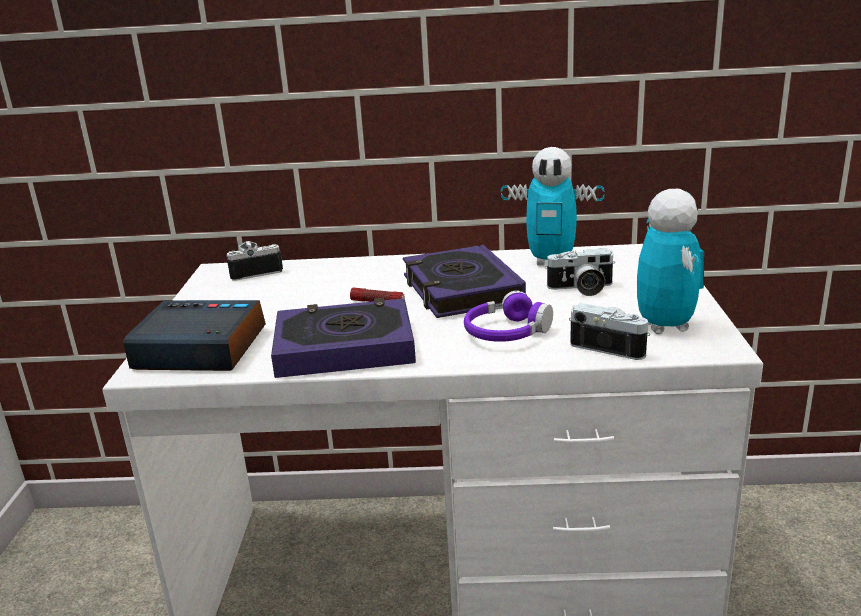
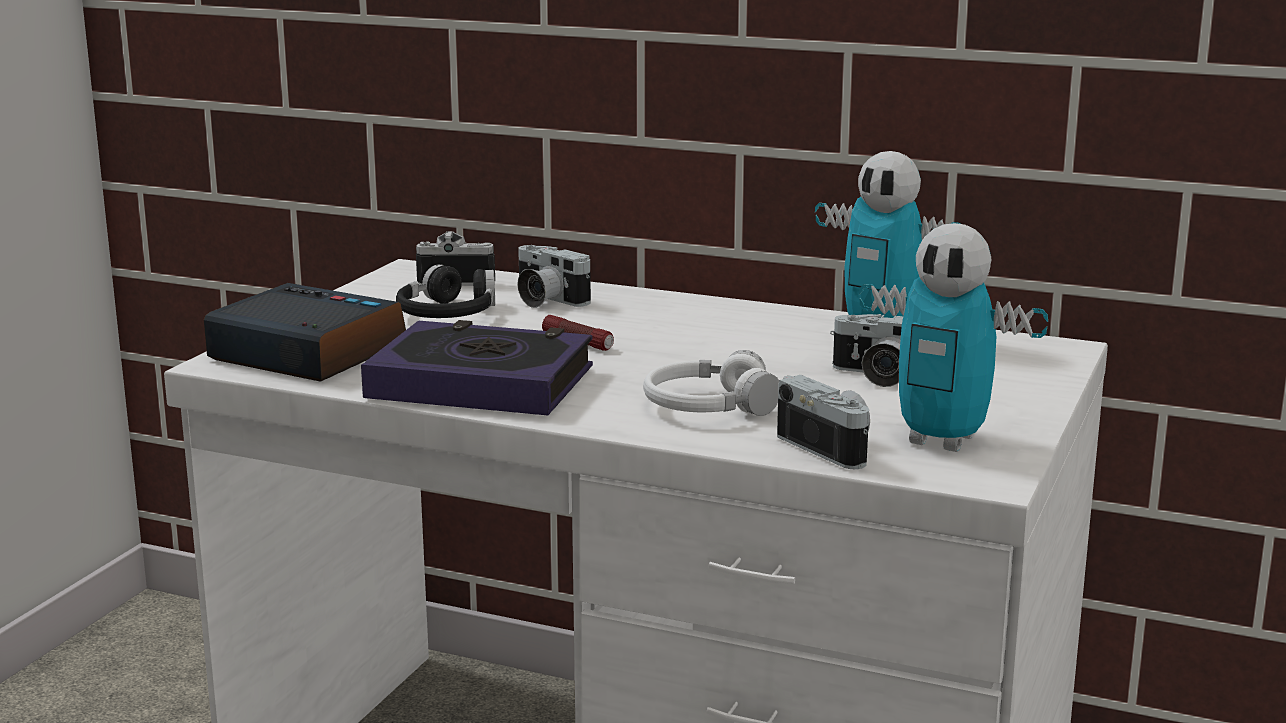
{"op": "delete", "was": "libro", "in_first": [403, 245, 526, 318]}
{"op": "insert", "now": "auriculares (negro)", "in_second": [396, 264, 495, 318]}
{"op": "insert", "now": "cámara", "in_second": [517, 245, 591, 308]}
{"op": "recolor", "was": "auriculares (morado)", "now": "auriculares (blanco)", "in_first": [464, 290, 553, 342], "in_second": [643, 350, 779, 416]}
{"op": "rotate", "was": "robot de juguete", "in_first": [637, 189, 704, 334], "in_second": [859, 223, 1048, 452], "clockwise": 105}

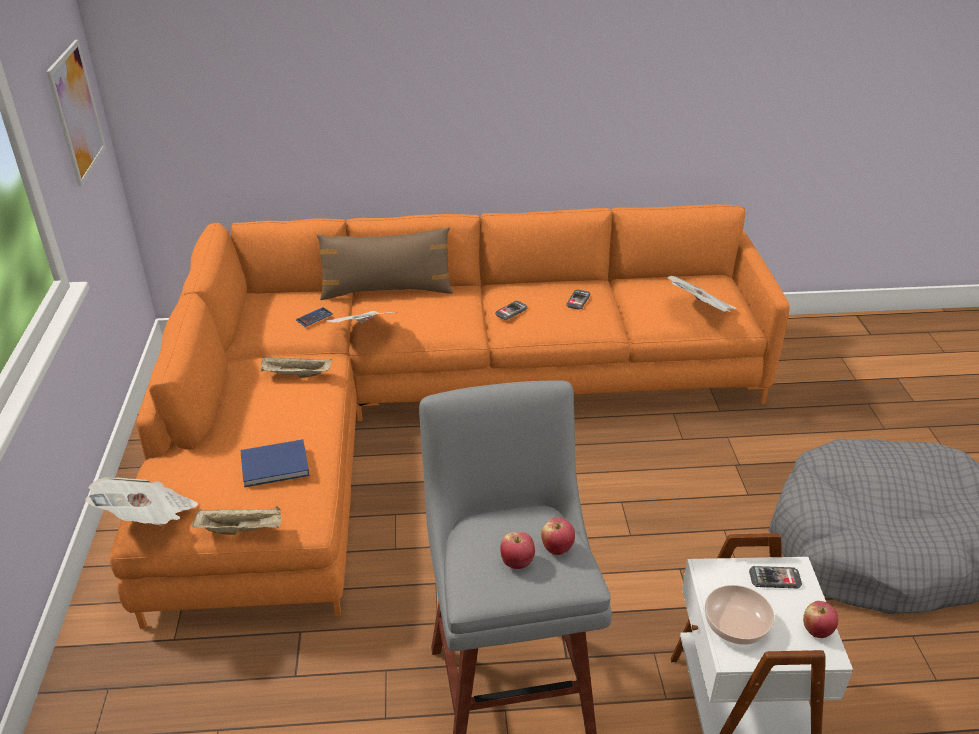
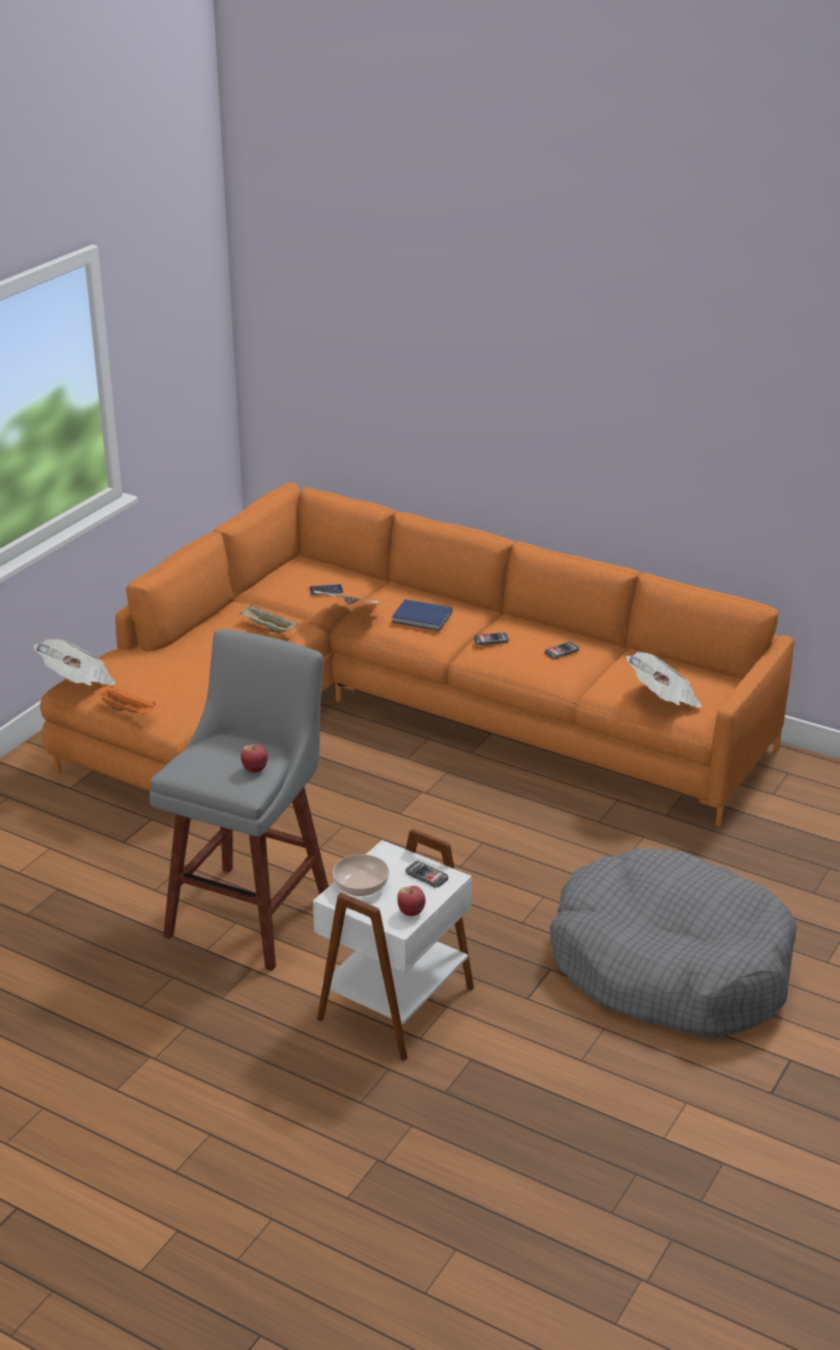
{"op": "delete", "was": "cuadro", "in_first": [46, 40, 106, 186]}
{"op": "delete", "was": "cojín (marrón)", "in_first": [317, 227, 453, 300]}
{"op": "delete", "was": "manzana", "in_first": [500, 532, 535, 569]}
{"op": "move", "was": "libro (azul)", "in_first": [240, 439, 310, 487], "in_second": [392, 599, 452, 631]}
{"op": "recolor", "was": "bandeja (beis)", "now": "bandeja (naranja)", "in_first": [192, 506, 281, 535], "in_second": [93, 685, 156, 714]}

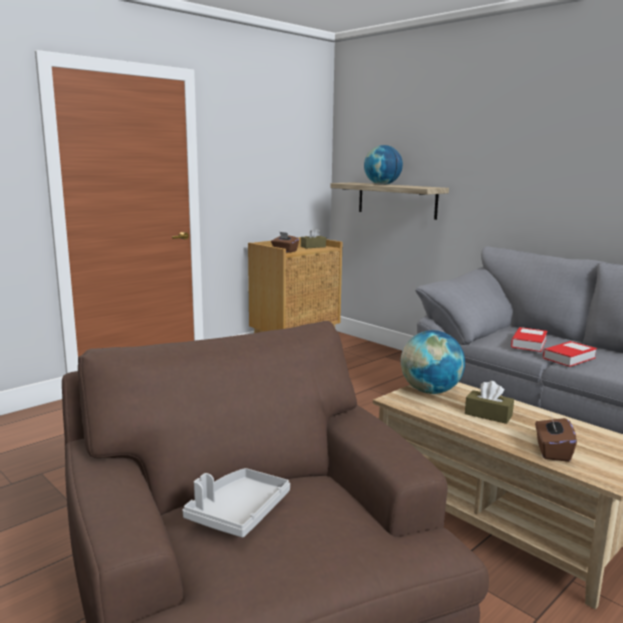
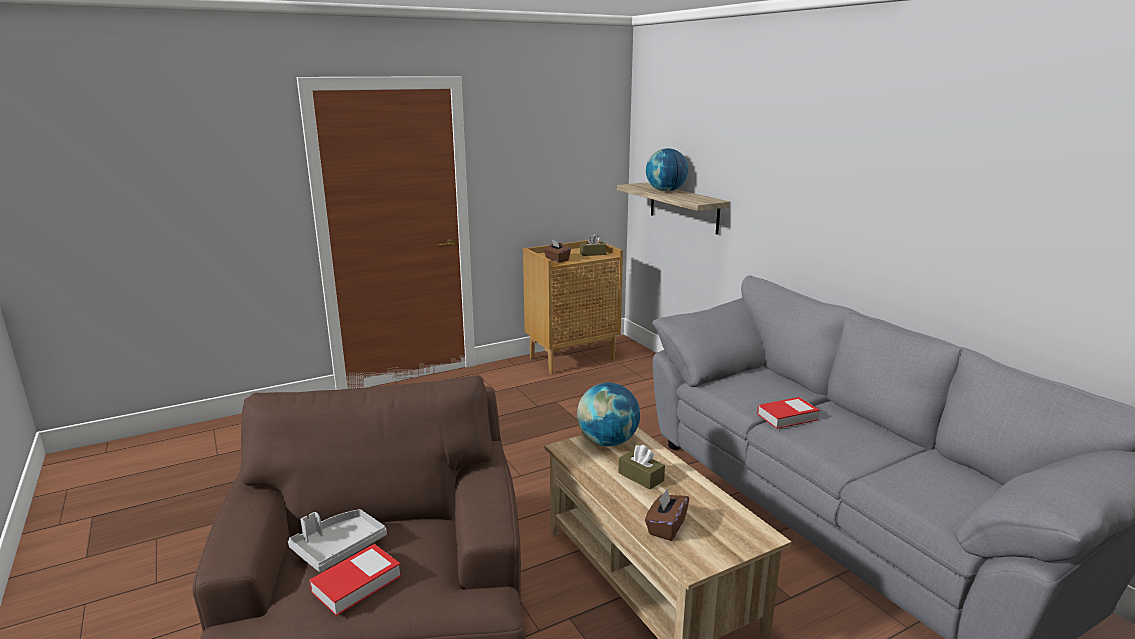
{"op": "move", "was": "libro", "in_first": [511, 327, 548, 352], "in_second": [309, 544, 401, 616]}

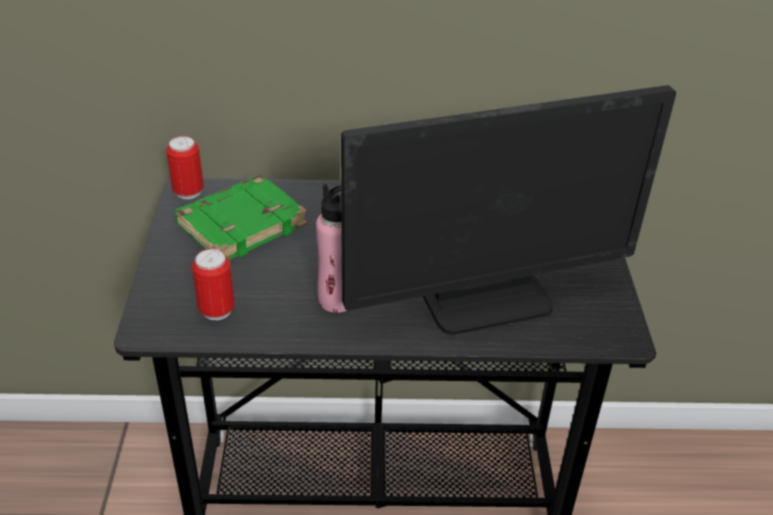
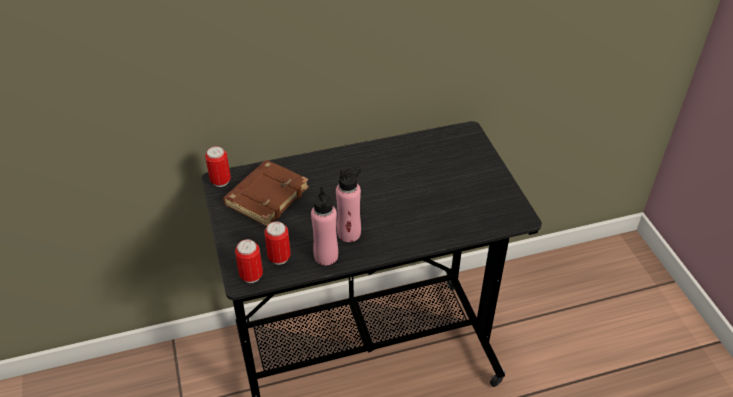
{"op": "delete", "was": "monitor", "in_first": [341, 85, 676, 335]}
{"op": "insert", "now": "lata", "in_second": [235, 239, 263, 283]}
{"op": "insert", "now": "botella (rosa)", "in_second": [311, 186, 338, 265]}
{"op": "recolor", "was": "libro (verde)", "now": "libro (marrón)", "in_first": [174, 175, 307, 260], "in_second": [223, 160, 309, 227]}

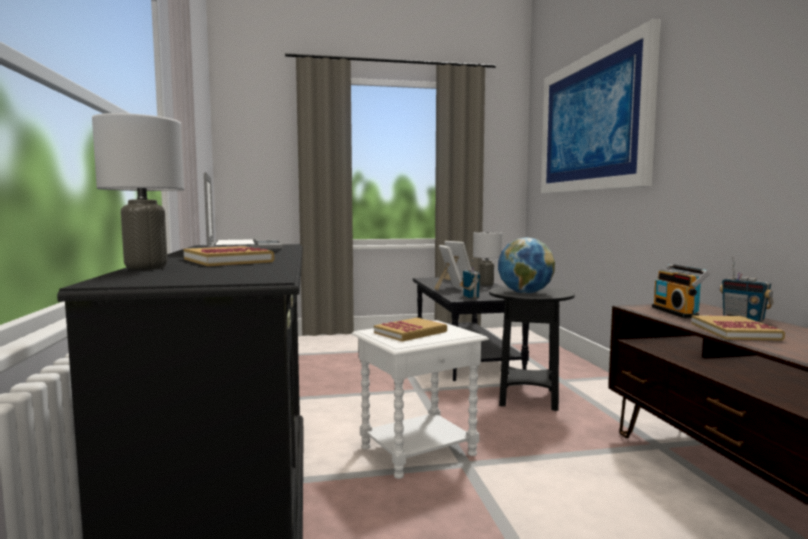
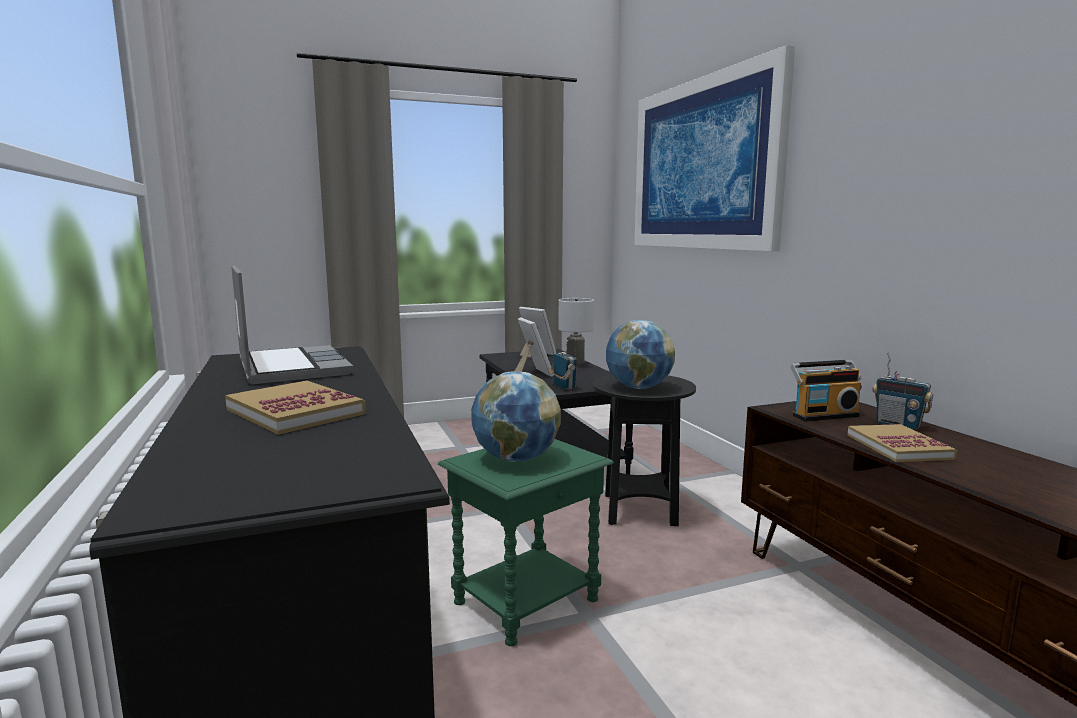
{"op": "delete", "was": "lámpara de mesa (blanco)", "in_first": [92, 113, 184, 270]}
{"op": "replace", "was": "libro", "now": "globo terráqueo", "in_first": [374, 318, 447, 342], "in_second": [471, 371, 561, 462]}
{"op": "recolor", "was": "mesa auxiliar (blanco)", "now": "mesa auxiliar (verde)", "in_first": [351, 320, 489, 479], "in_second": [438, 439, 614, 646]}
{"op": "rotate", "was": "radio", "in_first": [652, 264, 710, 318], "in_second": [790, 360, 862, 422], "clockwise": -90}

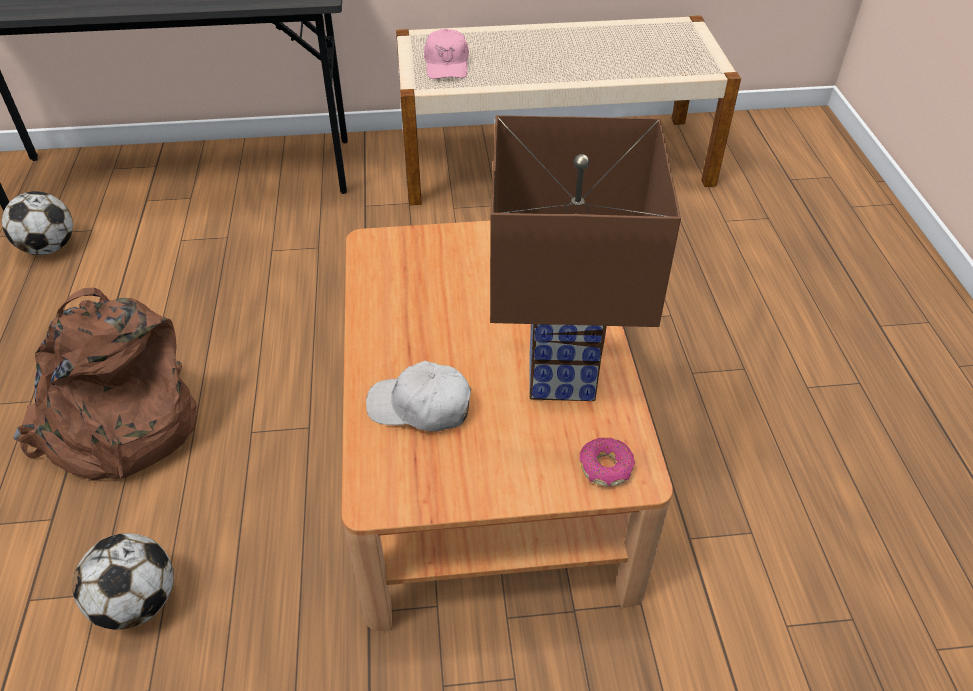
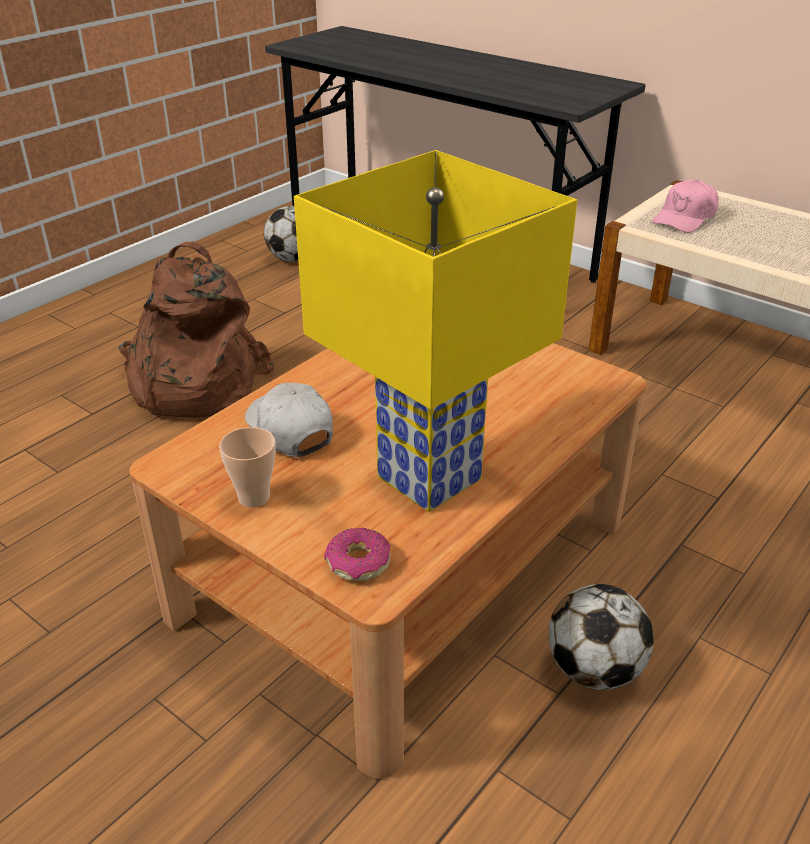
{"op": "insert", "now": "taza", "in_second": [219, 427, 276, 508]}
{"op": "move", "was": "balón de fútbol", "in_first": [72, 533, 174, 630], "in_second": [548, 584, 654, 690]}
{"op": "recolor", "was": "lámpara de mesa (marrón)", "now": "lámpara de mesa (amarillo)", "in_first": [490, 115, 681, 401], "in_second": [294, 150, 577, 512]}

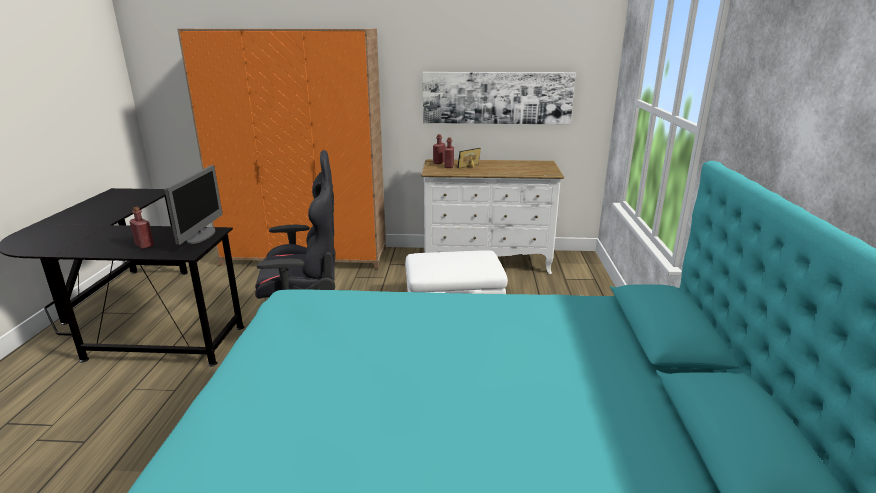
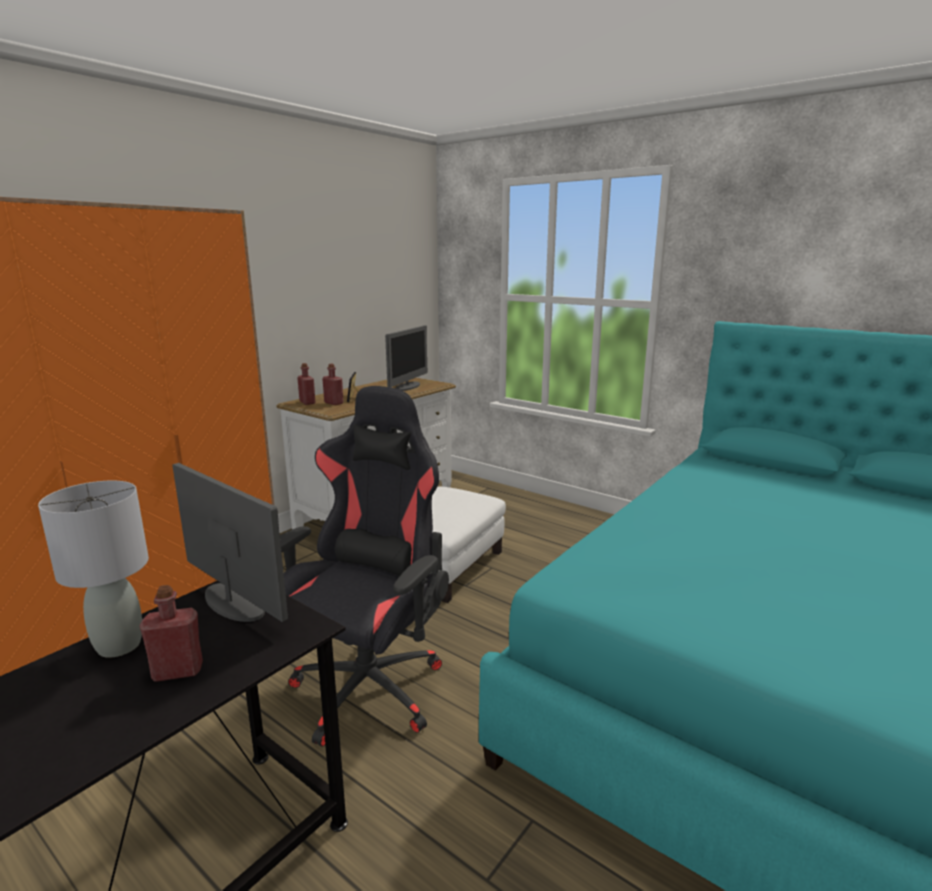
{"op": "delete", "was": "cuadro", "in_first": [423, 72, 575, 125]}
{"op": "insert", "now": "lámpara de mesa (gris)", "in_second": [38, 481, 149, 658]}
{"op": "insert", "now": "monitor", "in_second": [385, 326, 428, 391]}

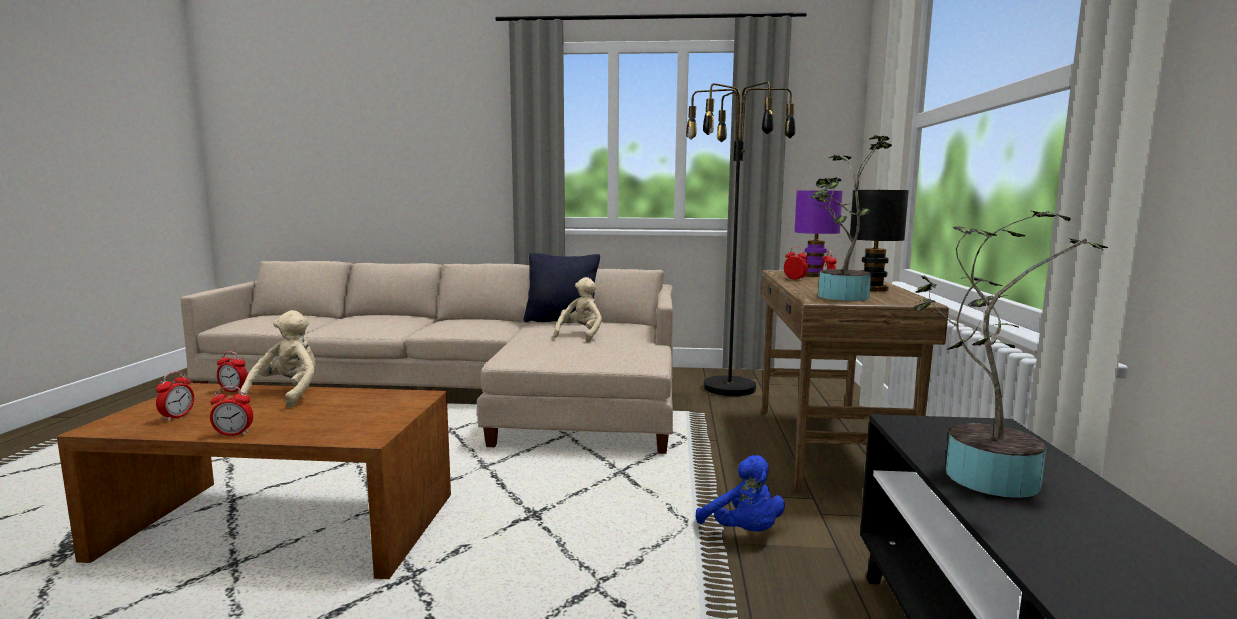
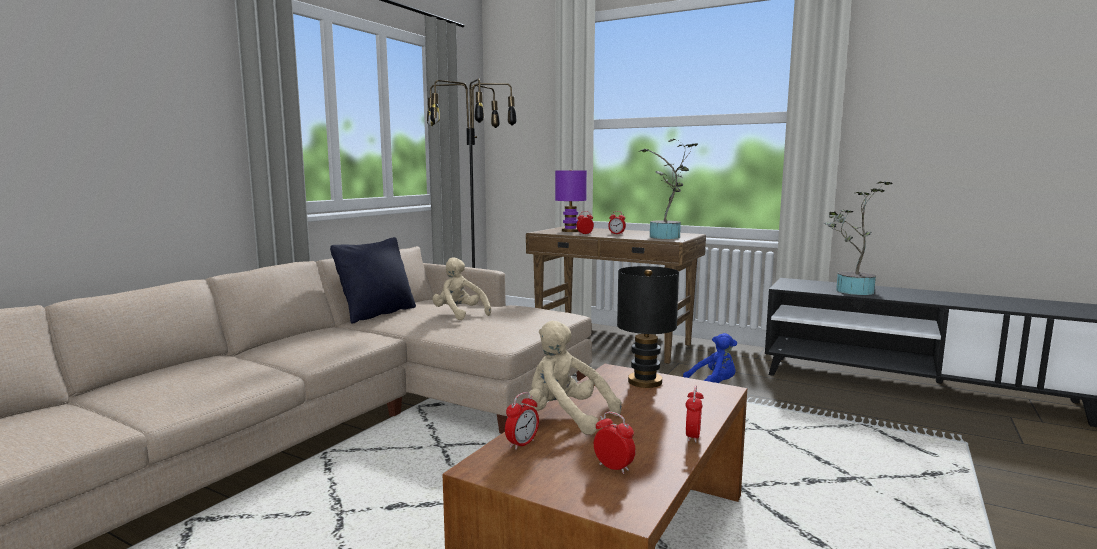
{"op": "move", "was": "lámpara de mesa (negro)", "in_first": [850, 189, 909, 292], "in_second": [617, 266, 679, 388]}

